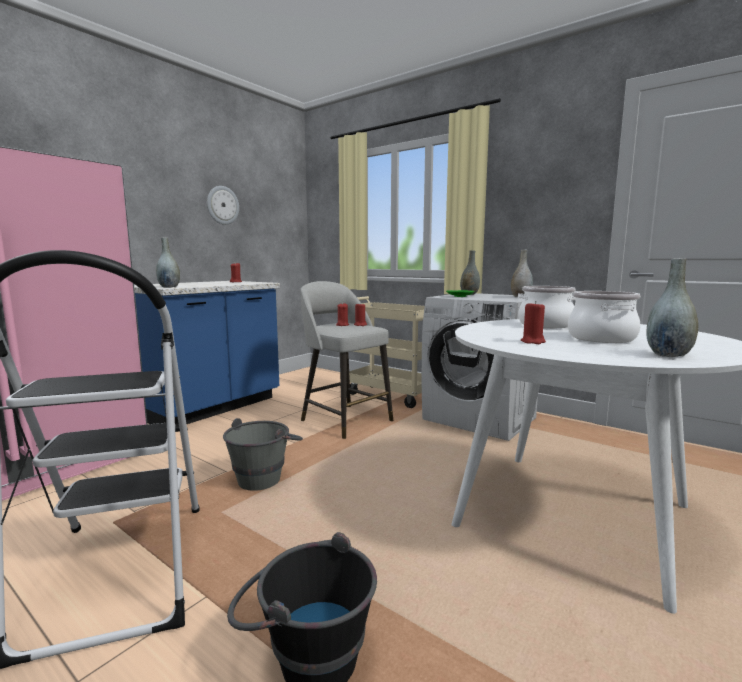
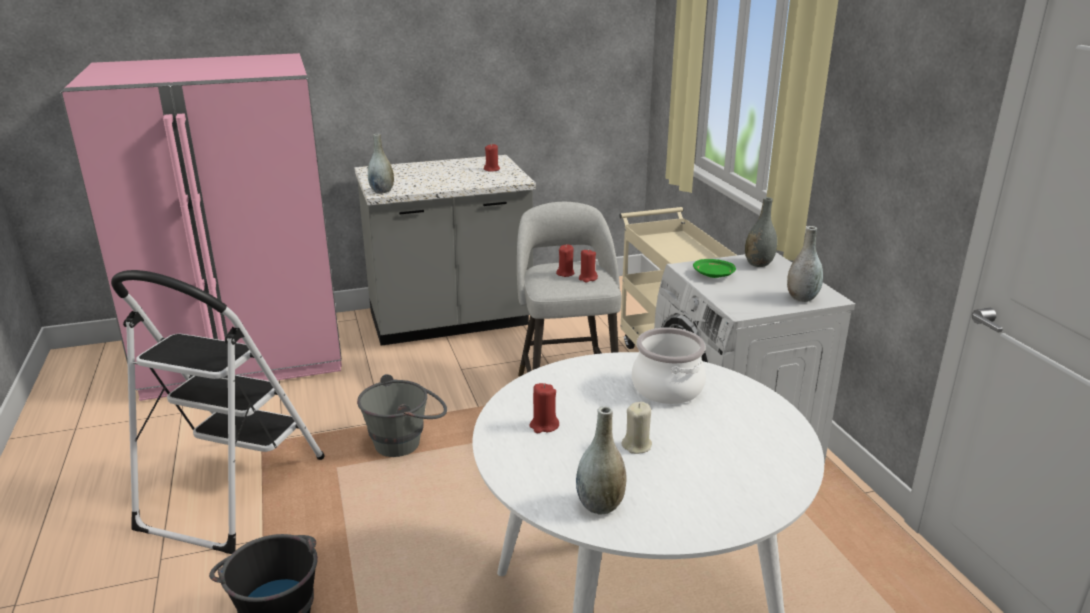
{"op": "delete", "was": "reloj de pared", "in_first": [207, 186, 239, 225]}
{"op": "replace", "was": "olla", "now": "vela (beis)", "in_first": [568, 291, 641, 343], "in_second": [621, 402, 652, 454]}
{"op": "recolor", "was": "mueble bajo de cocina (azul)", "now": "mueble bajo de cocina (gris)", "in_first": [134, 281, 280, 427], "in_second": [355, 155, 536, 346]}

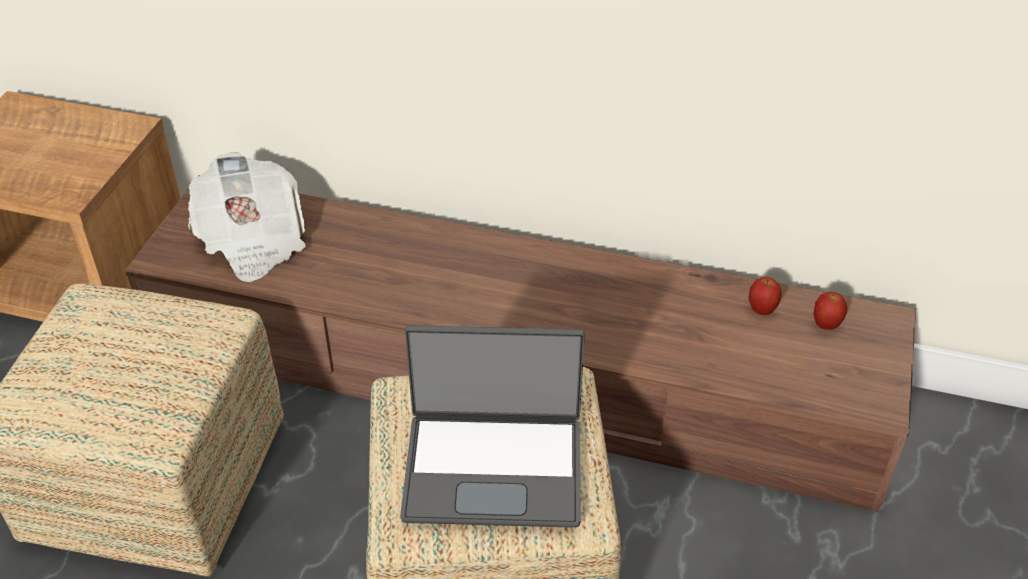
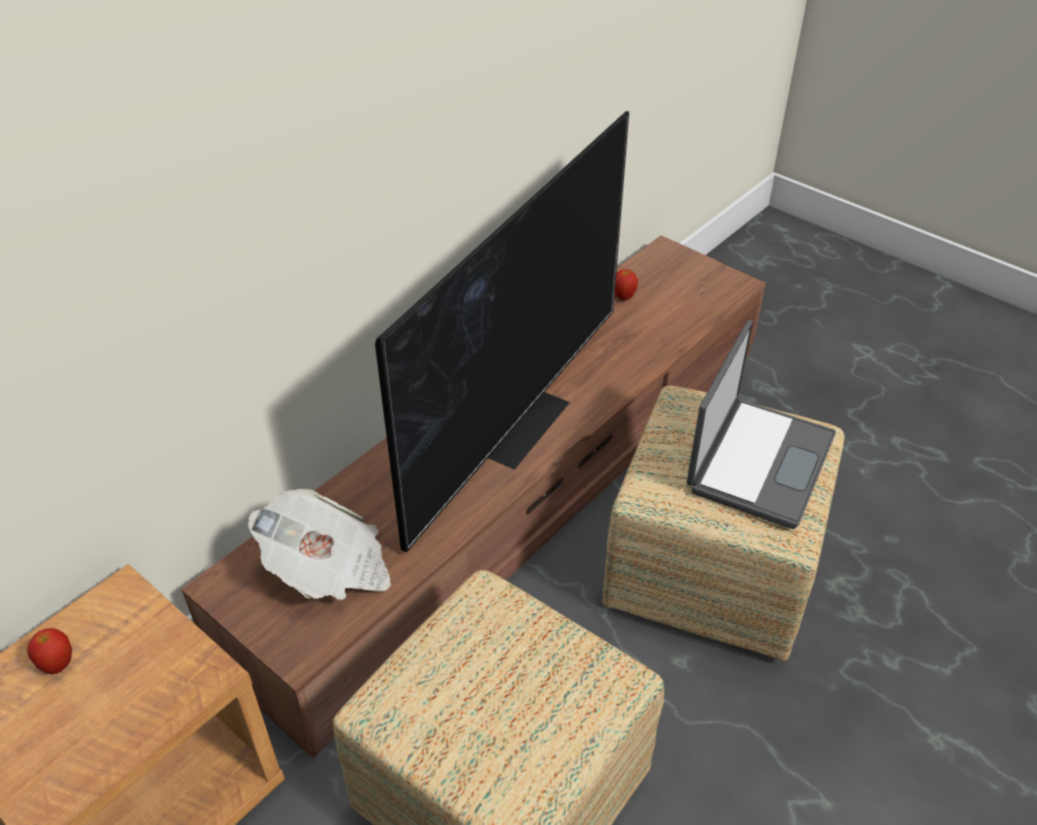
{"op": "insert", "now": "televisor", "in_second": [375, 111, 629, 552]}
{"op": "move", "was": "manzana", "in_first": [814, 292, 847, 330], "in_second": [27, 628, 72, 674]}

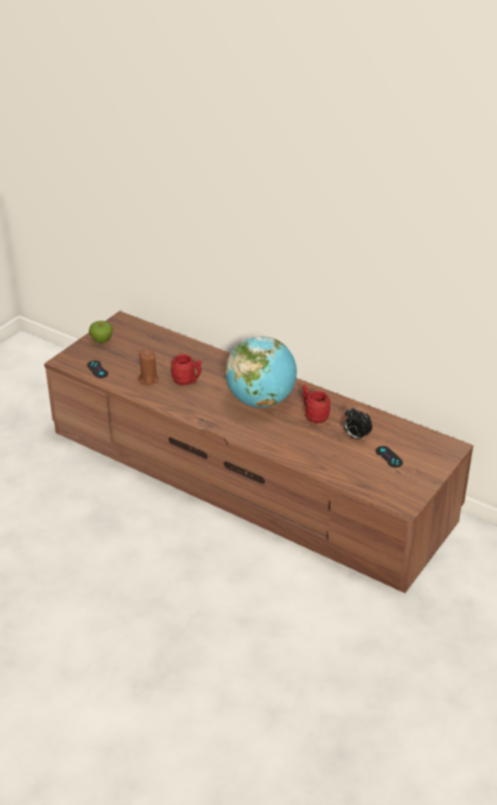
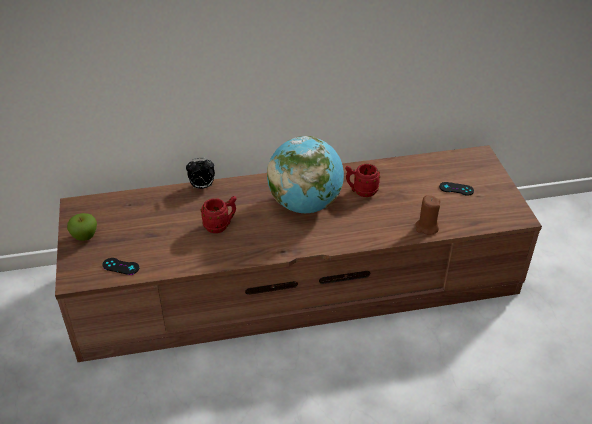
{"op": "move", "was": "vela (marrón)", "in_first": [138, 349, 159, 385], "in_second": [415, 195, 440, 235]}
{"op": "move", "was": "despertador", "in_first": [344, 406, 372, 441], "in_second": [186, 158, 215, 189]}

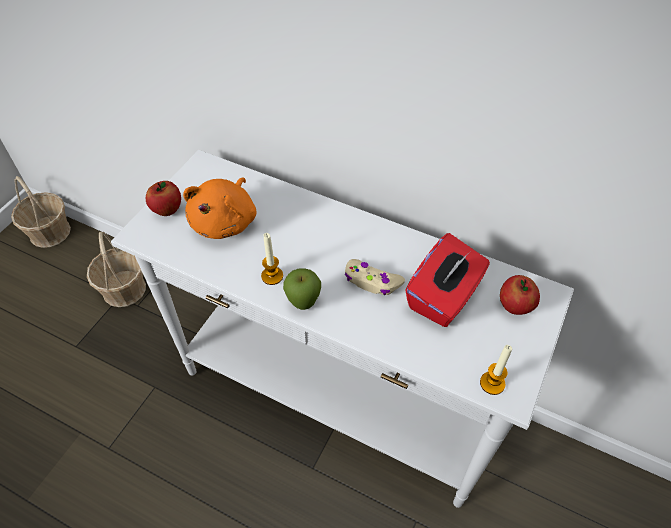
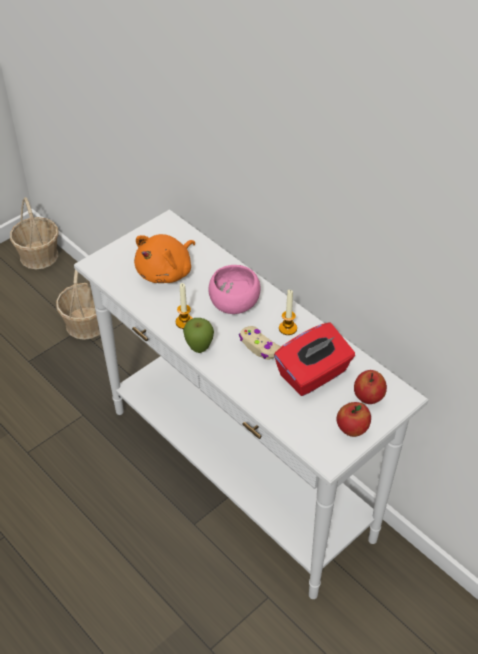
{"op": "insert", "now": "cuenco (rosa)", "in_second": [209, 265, 261, 314]}
{"op": "move", "was": "manzana", "in_first": [146, 181, 181, 216], "in_second": [337, 402, 371, 437]}
{"op": "move", "was": "vela", "in_first": [480, 345, 512, 395], "in_second": [279, 290, 297, 335]}

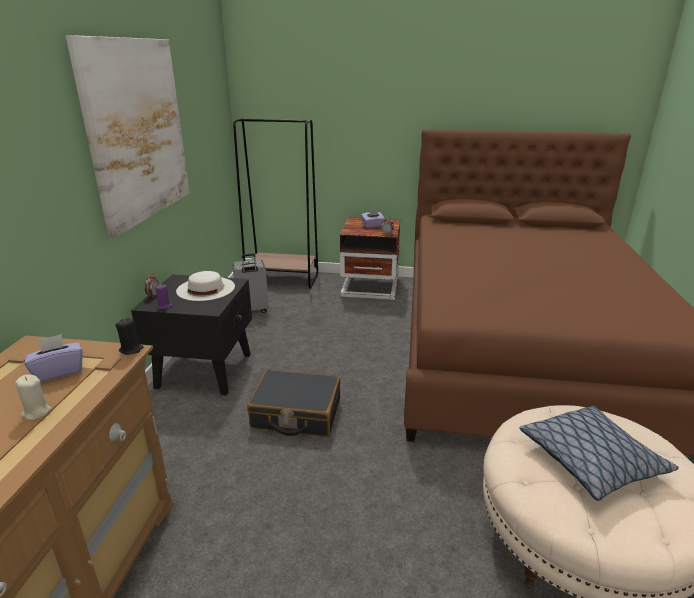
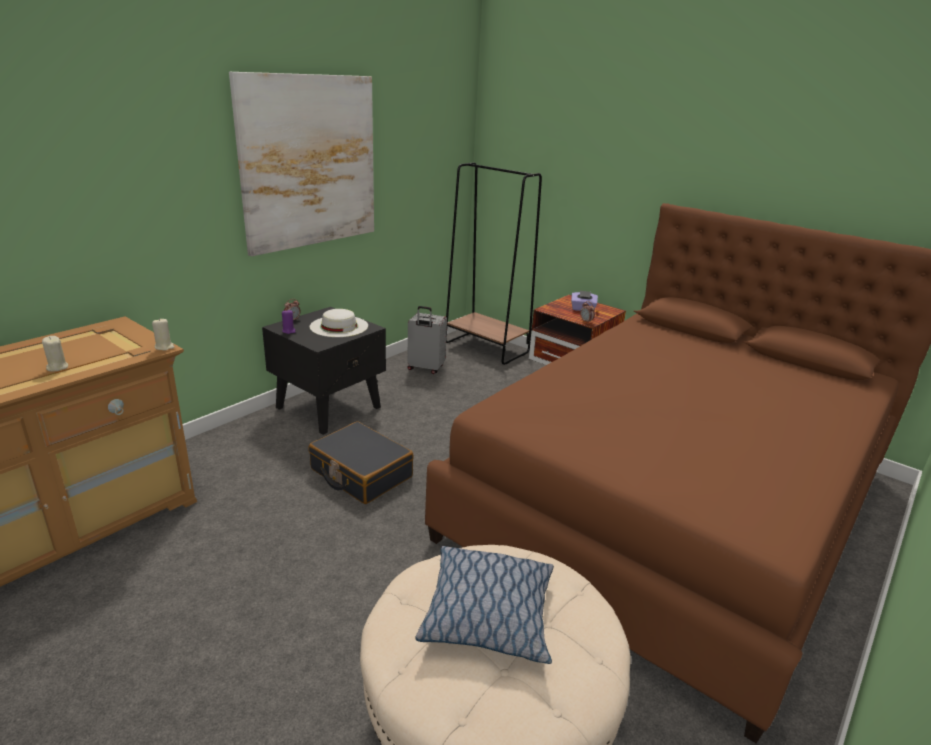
{"op": "delete", "was": "caja de pañuelos (morado)", "in_first": [25, 334, 83, 382]}
{"op": "recolor", "was": "vela (negro)", "now": "vela (beis)", "in_first": [115, 318, 144, 355], "in_second": [152, 318, 174, 351]}

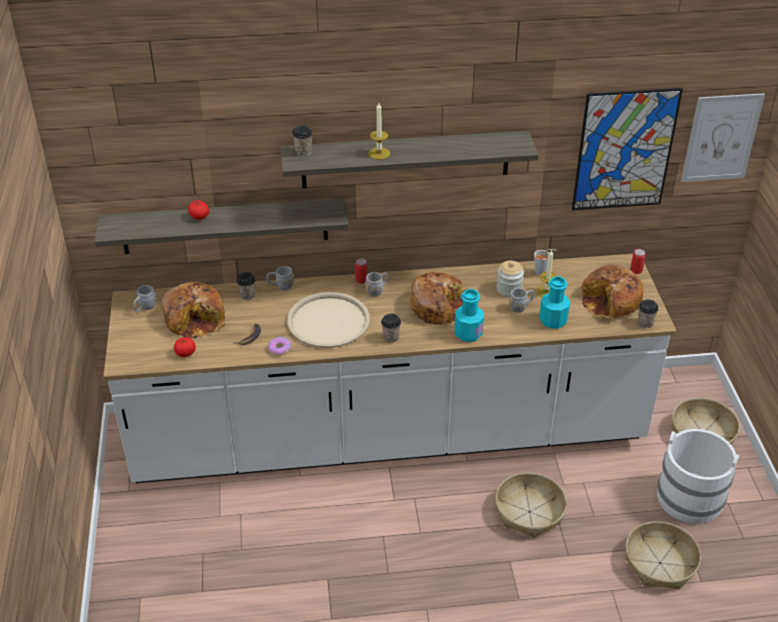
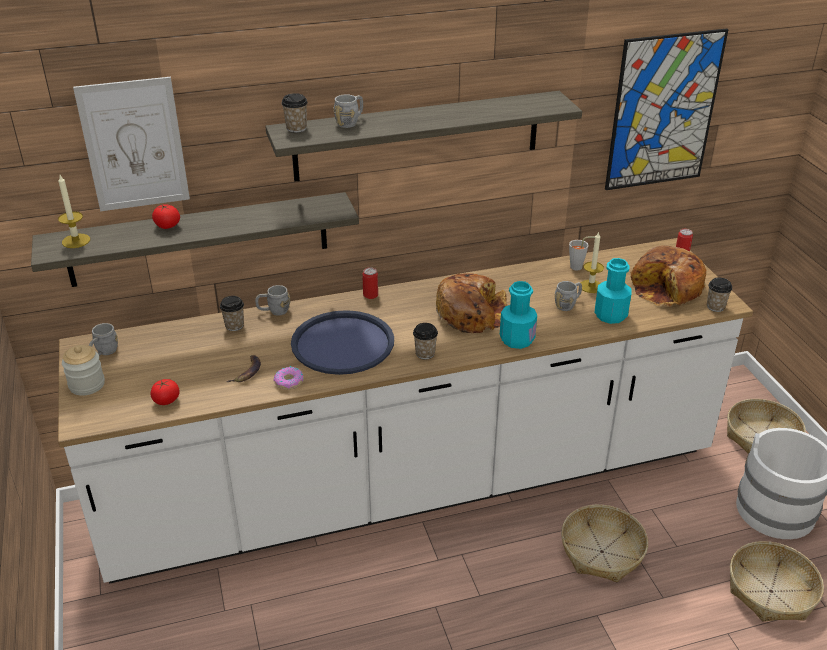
{"op": "delete", "was": "pan", "in_first": [161, 282, 226, 339]}
{"op": "move", "was": "taza grande (gris)", "in_first": [365, 272, 389, 297], "in_second": [333, 94, 363, 128]}
{"op": "move", "was": "vela", "in_first": [369, 103, 390, 159], "in_second": [58, 175, 90, 248]}
{"op": "move", "was": "tarro", "in_first": [496, 261, 524, 297], "in_second": [62, 345, 105, 396]}
{"op": "move", "was": "cuadro", "in_first": [681, 93, 765, 182], "in_second": [73, 77, 190, 211]}
{"op": "recolor", "was": "bandeja (beis)", "now": "bandeja (azul)", "in_first": [287, 292, 370, 348], "in_second": [291, 310, 394, 375]}

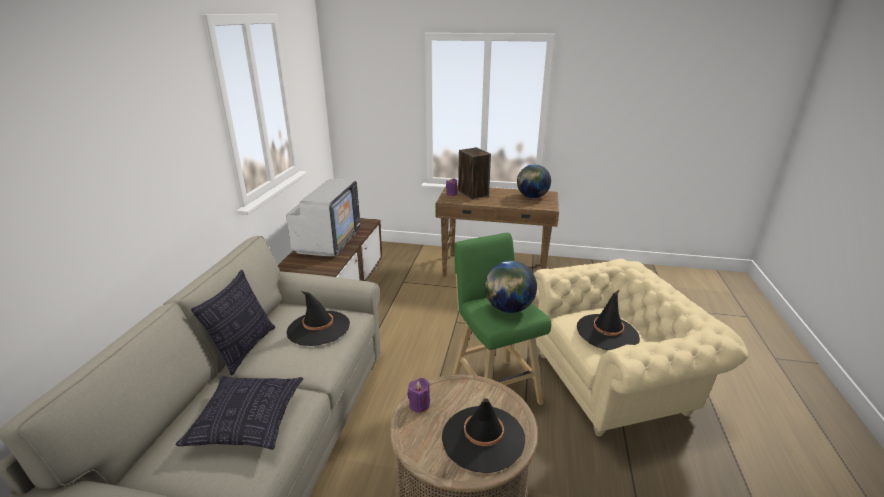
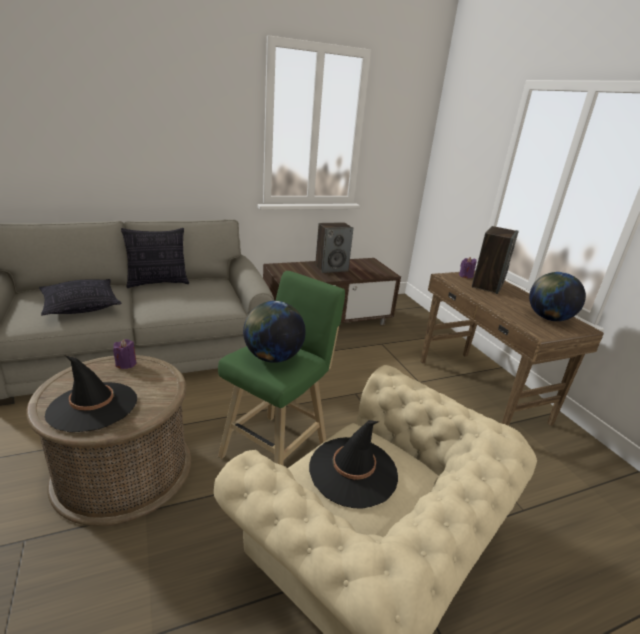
{"op": "delete", "was": "sombrero (negro)", "in_first": [286, 291, 350, 346]}
{"op": "replace", "was": "televisor", "now": "altavoz", "in_first": [286, 179, 361, 256], "in_second": [315, 222, 353, 273]}

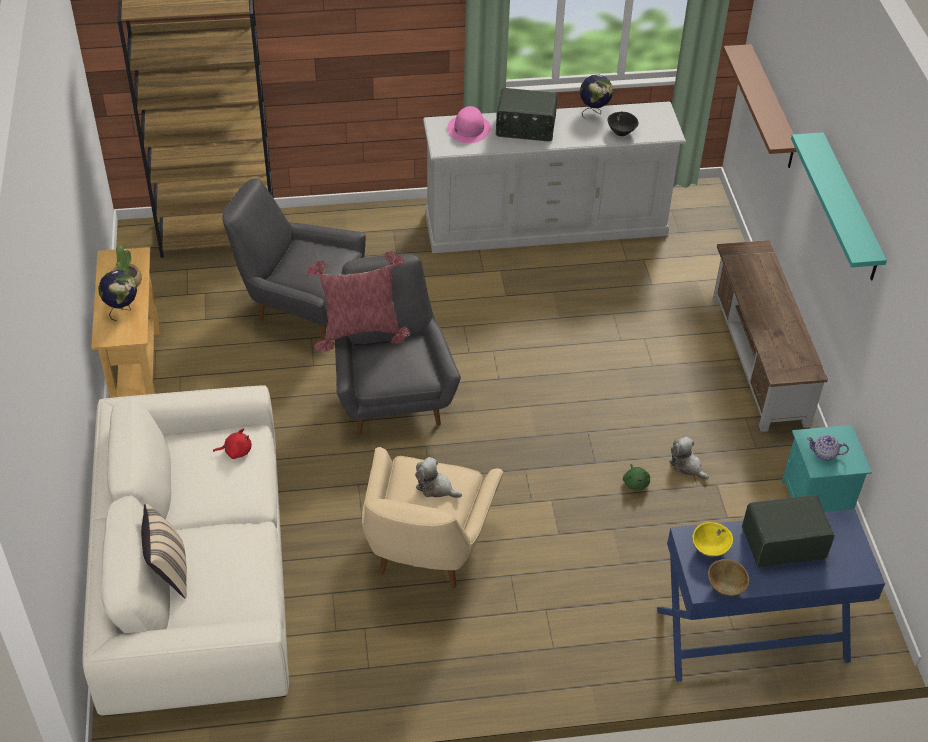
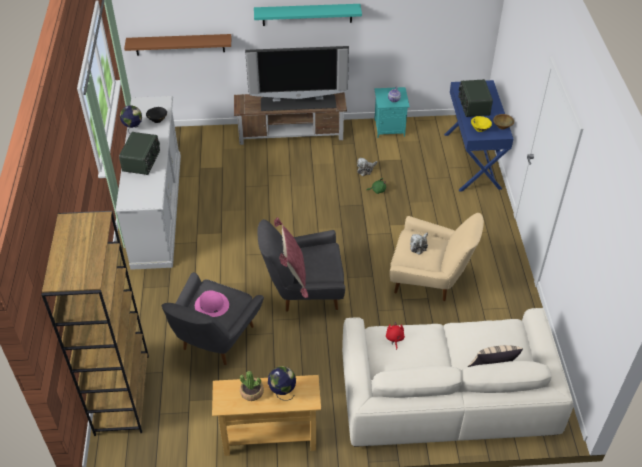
{"op": "insert", "now": "televisor", "in_second": [245, 46, 349, 111]}
{"op": "move", "was": "sombrero (rosa)", "in_first": [448, 106, 491, 143], "in_second": [195, 291, 229, 317]}

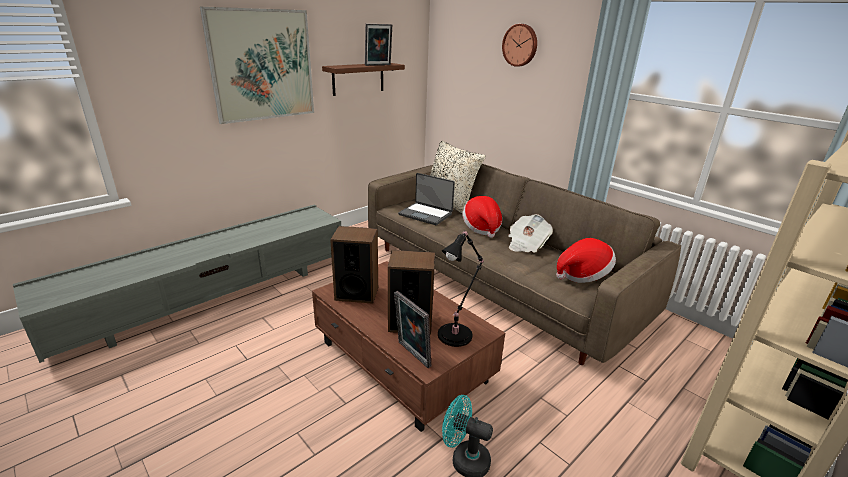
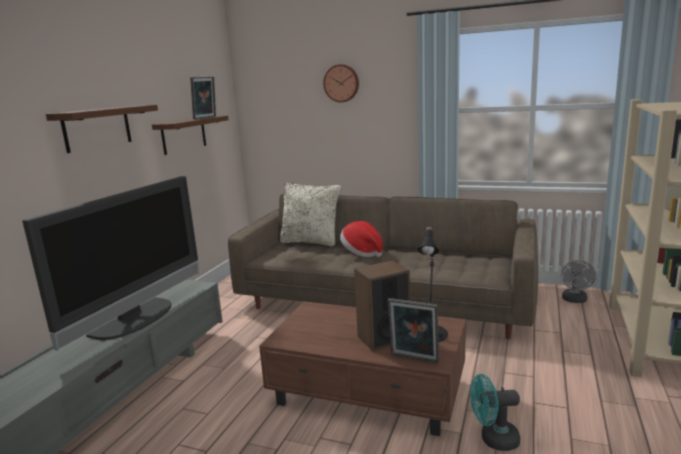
{"op": "delete", "was": "altavoz", "in_first": [330, 226, 378, 304]}
{"op": "delete", "was": "portátil", "in_first": [398, 173, 455, 225]}
{"op": "delete", "was": "periódico", "in_first": [508, 214, 553, 253]}
{"op": "delete", "was": "sombrero", "in_first": [556, 238, 616, 283]}
{"op": "insert", "now": "televisor", "in_second": [22, 176, 199, 351]}
{"op": "insert", "now": "ventilador (gris)", "in_second": [561, 260, 596, 303]}
{"op": "replace", "was": "cuadro", "now": "estante (marrón)", "in_first": [200, 7, 314, 124], "in_second": [46, 105, 158, 153]}

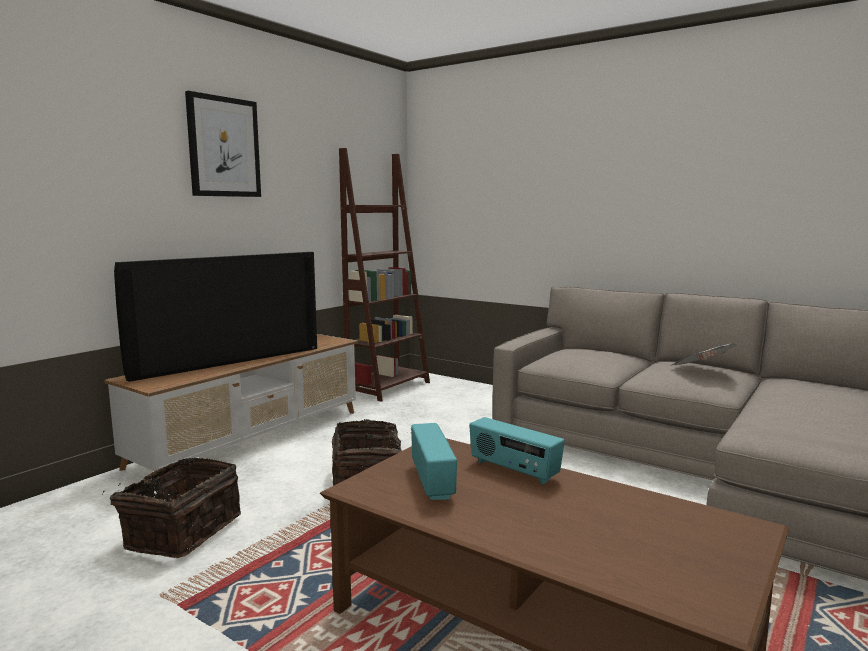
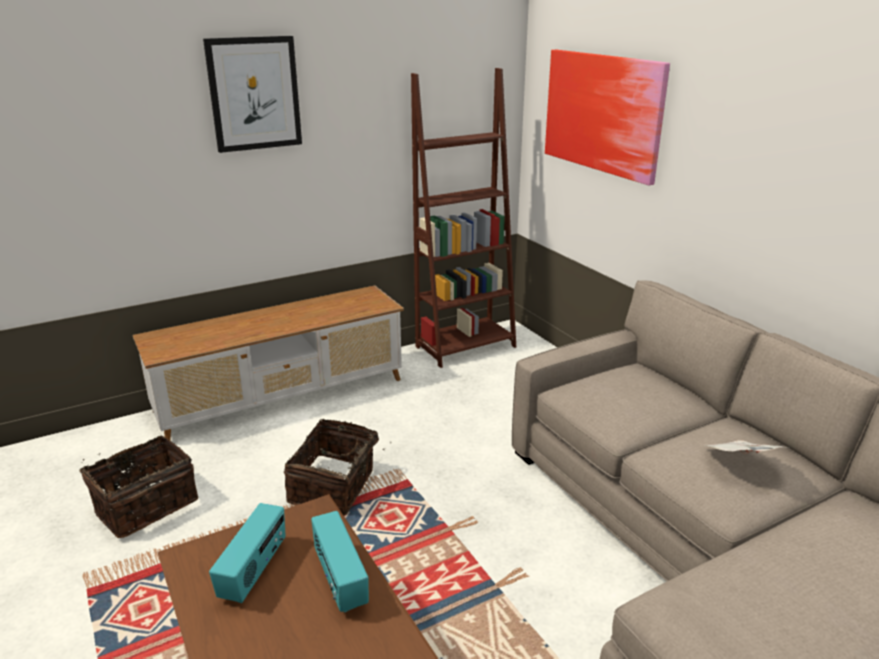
{"op": "delete", "was": "televisor", "in_first": [114, 252, 317, 382]}
{"op": "insert", "now": "cuadro", "in_second": [545, 50, 670, 185]}

